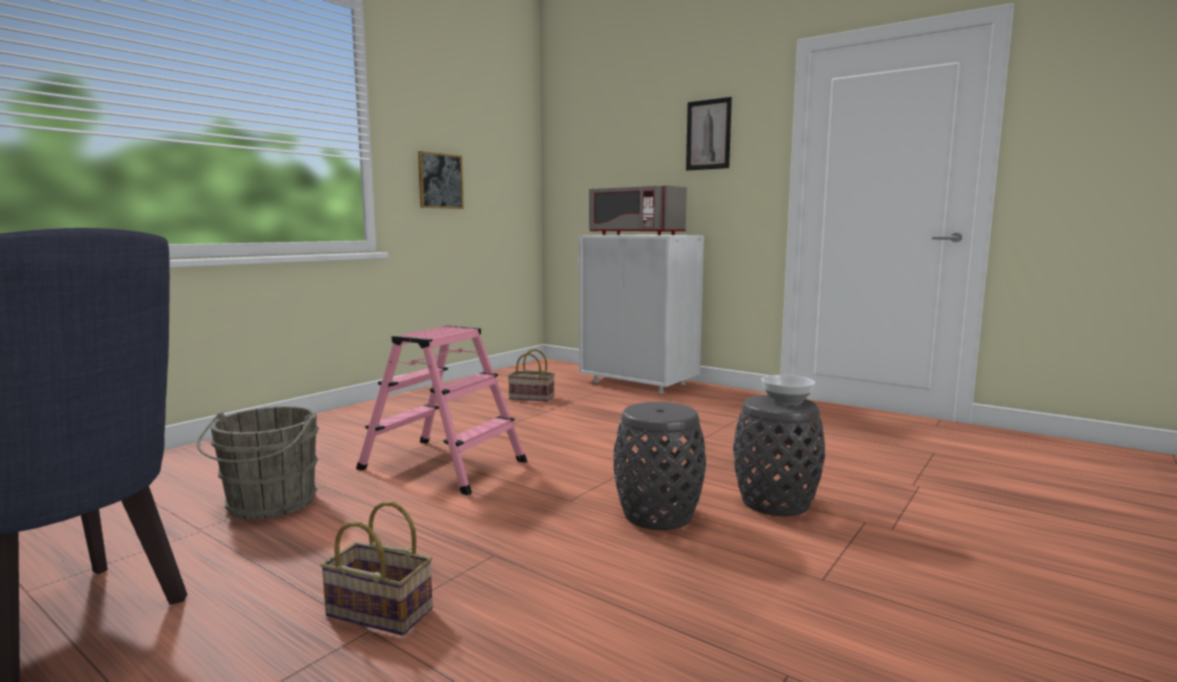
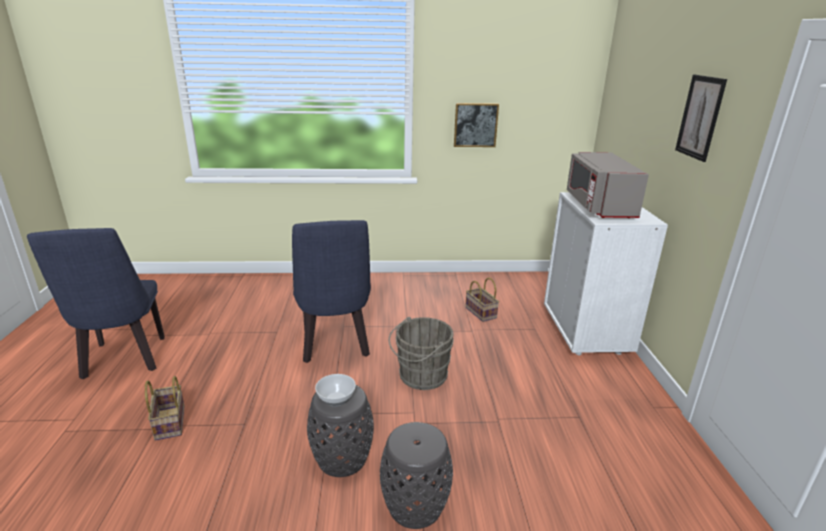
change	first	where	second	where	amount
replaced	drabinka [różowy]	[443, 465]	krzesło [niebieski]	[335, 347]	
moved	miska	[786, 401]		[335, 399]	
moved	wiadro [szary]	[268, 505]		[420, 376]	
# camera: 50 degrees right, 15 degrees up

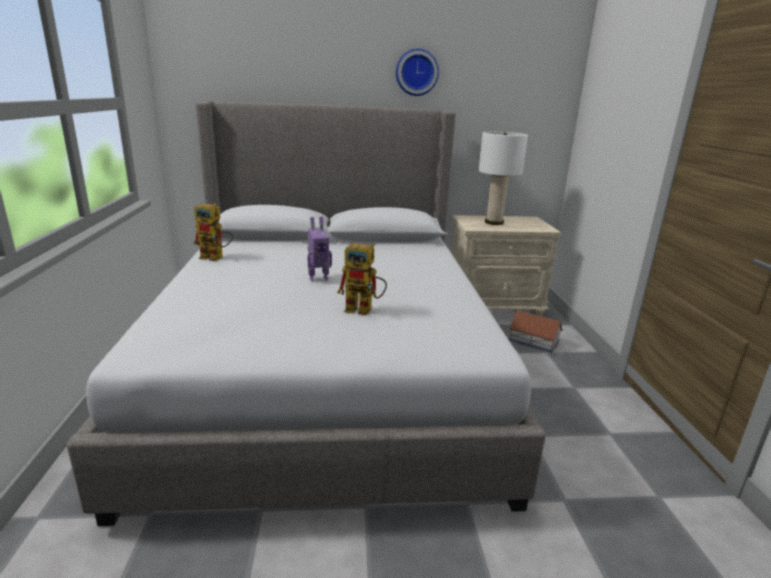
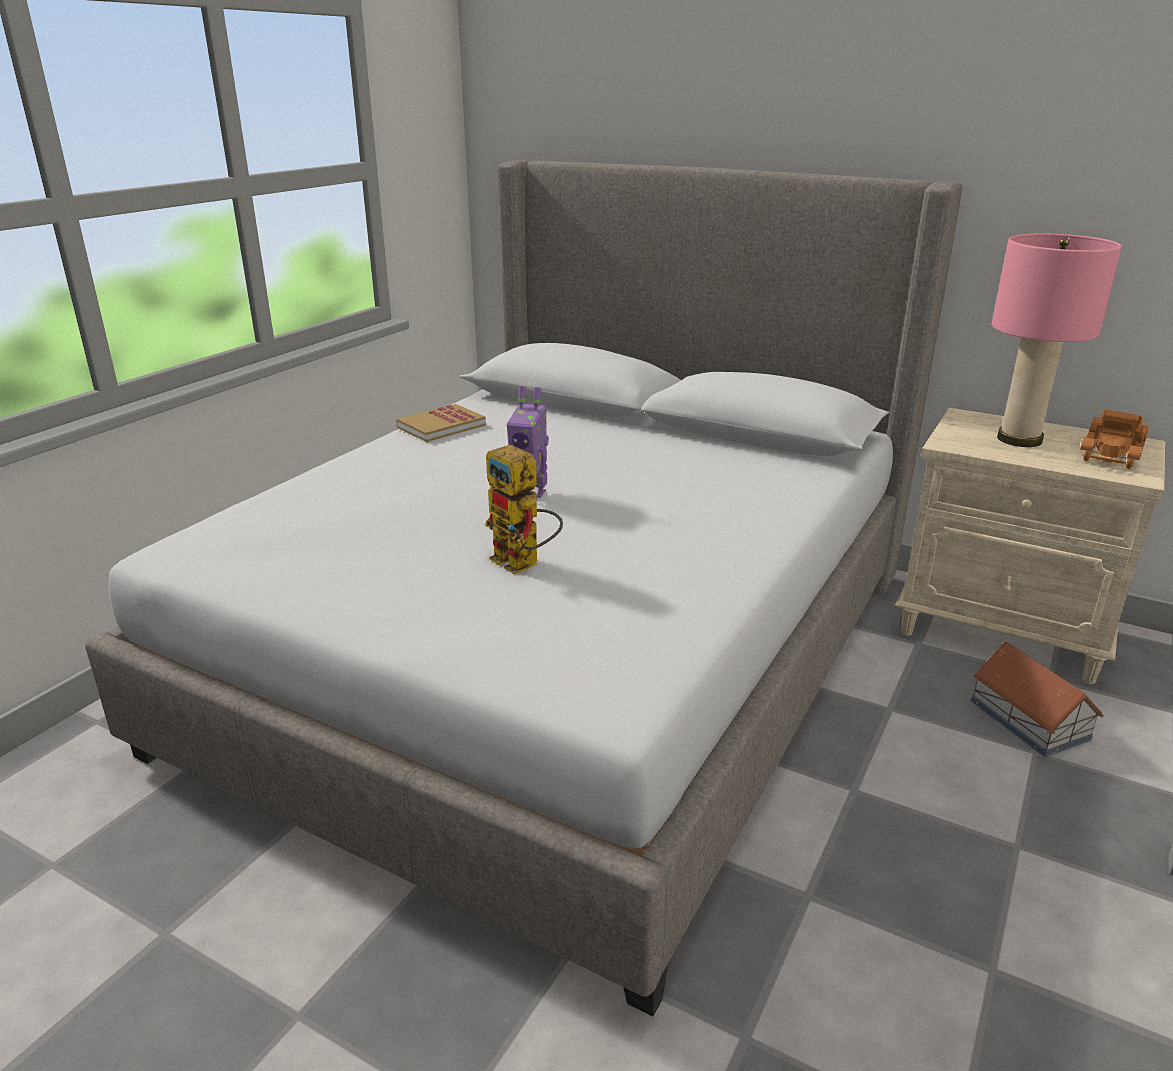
change	first	where	second	where	amount
removed	zegar ścienny	[416, 72]			
recoloured	lampa stołowa [biały]	[493, 222]	lampa stołowa [różowy]	[1018, 439]	
replaced	robot zabawkowy	[216, 257]	książka	[441, 426]	
added			ciężarówka zabawkowa	[1113, 451]	
# camera: 35 degrees right, 5 degrees up

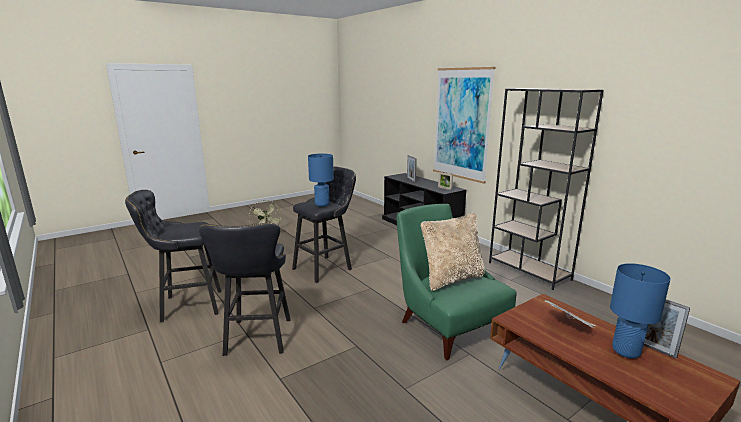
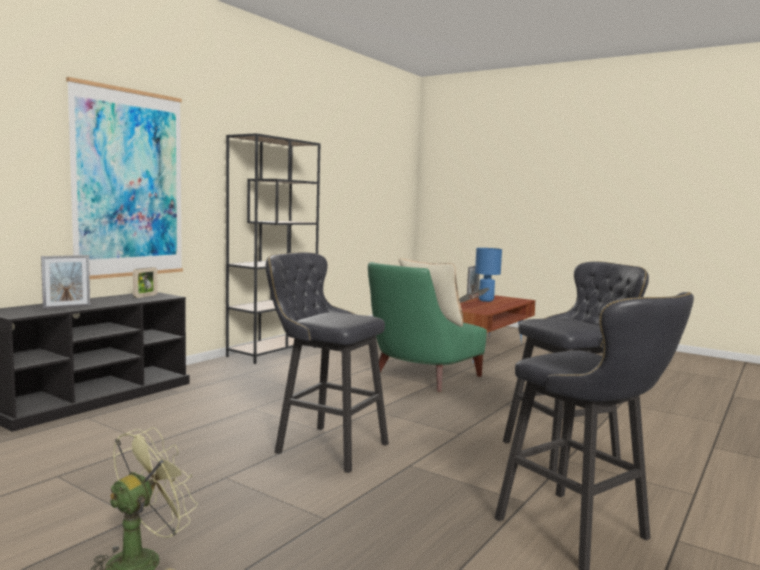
change	first	where	second	where	amount
removed	lampa stołowa [niebieski]	[322, 205]			
# camera: 110 degrees left, 10 degrees down

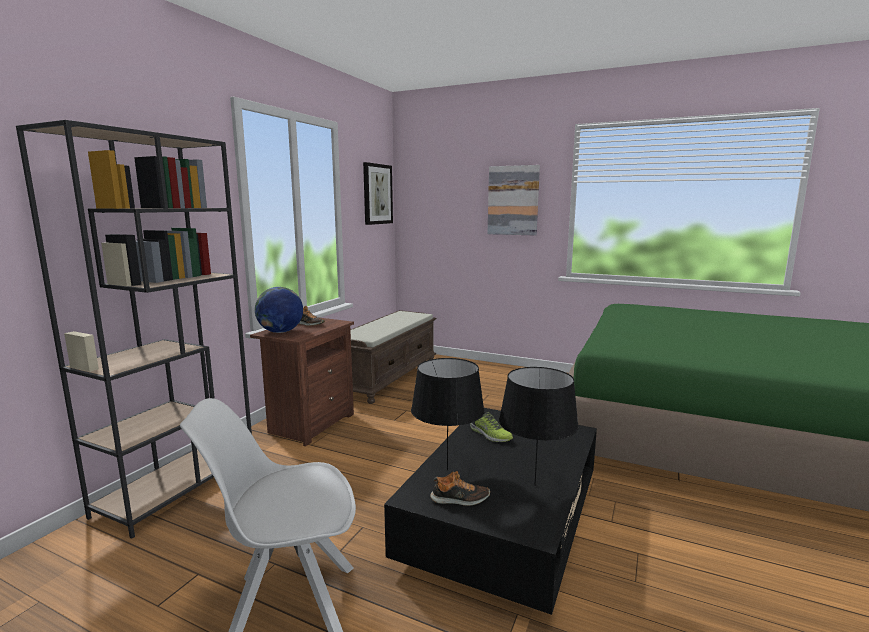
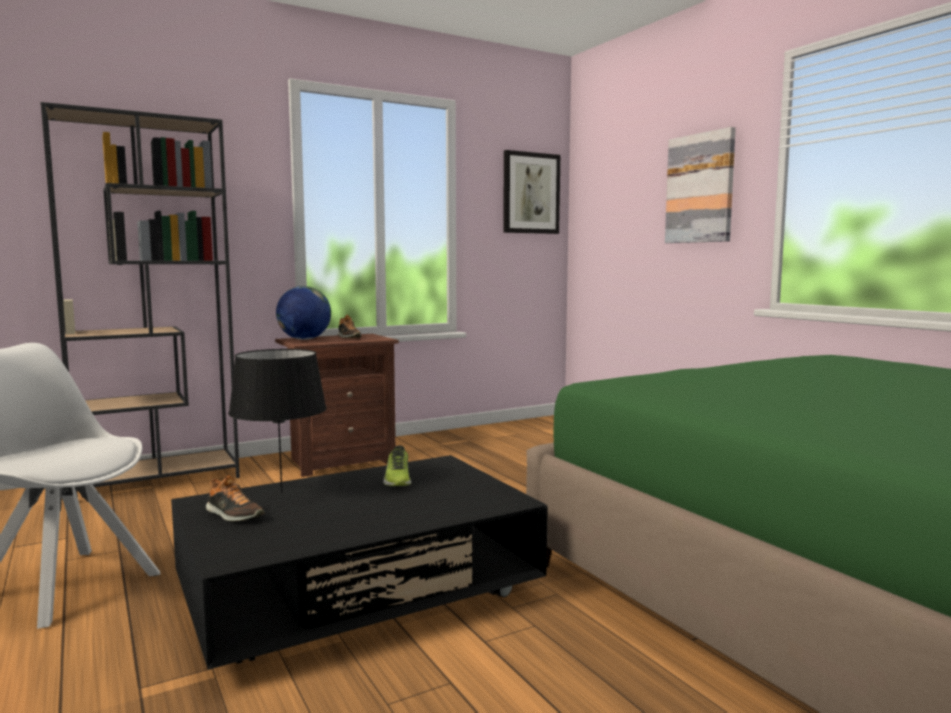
change	first	where	second	where	amount
removed	ławka [brązowy]	[388, 377]			
removed	lampa stołowa [czarny]	[535, 485]			
# camera: 35 degrees right, 5 degrees down

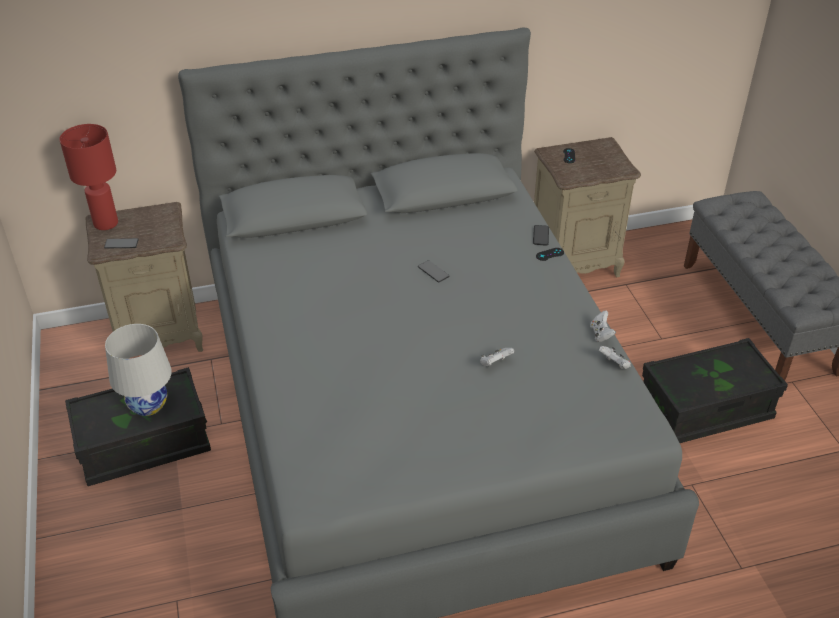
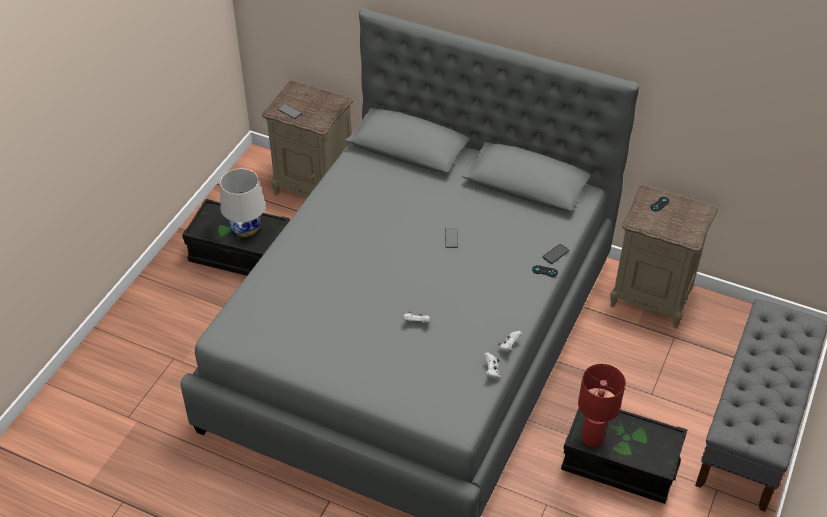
change	first	where	second	where	amount
moved	lampa stołowa [czerwony]	[105, 223]		[592, 437]	
# camera: 40 degrees right, 5 degrees up

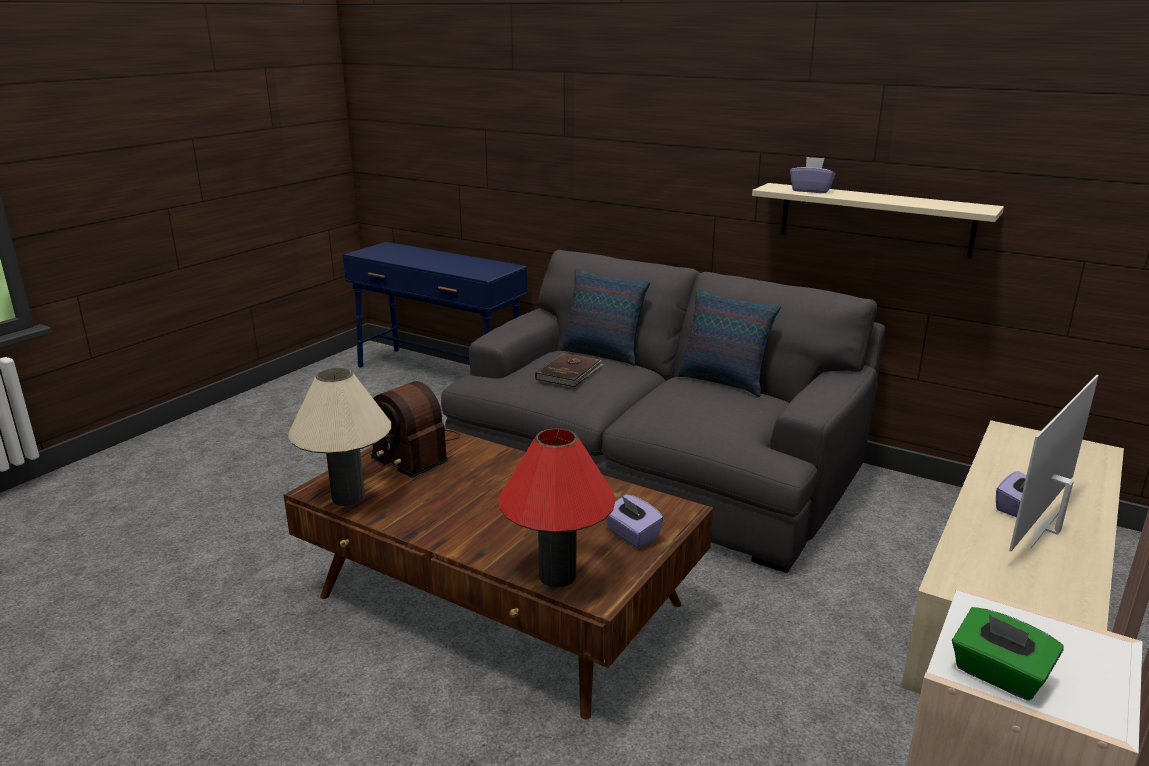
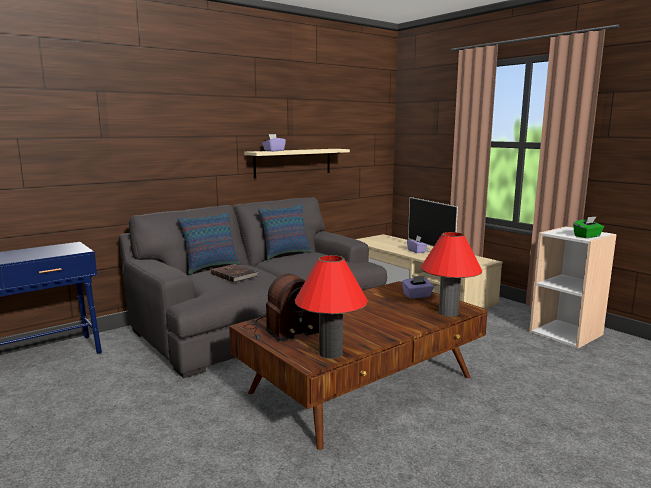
change	first	where	second	where	amount
recoloured	lampa stołowa [beżowy]	[348, 497]	lampa stołowa [czerwony]	[330, 353]	
# camera: 70 degrees left, 10 degrees down

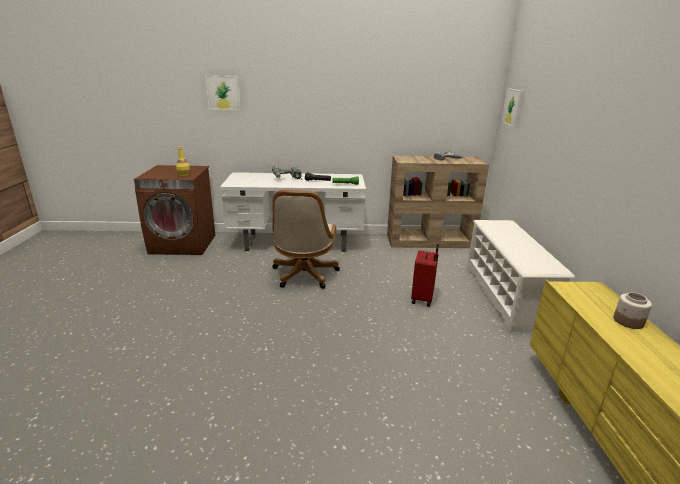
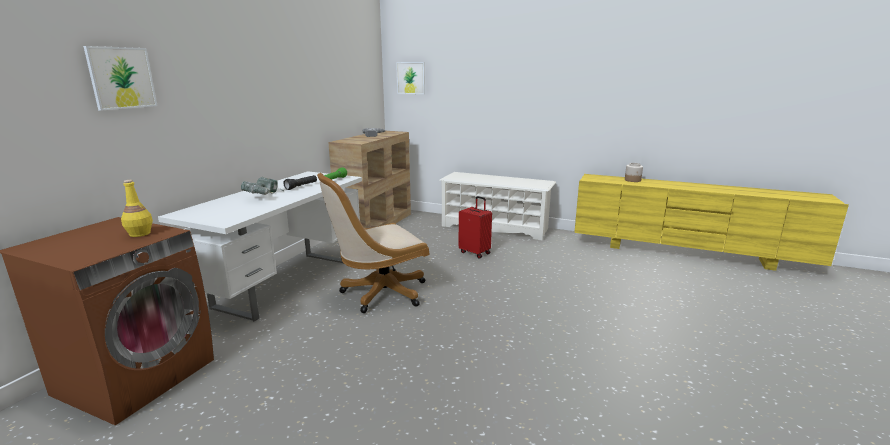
change	first	where	second	where	amount
turned	krzesło biurowe	[304, 276]		[378, 294]	120 degrees clockwise
# camera: 65 degrees left, 5 degrees down

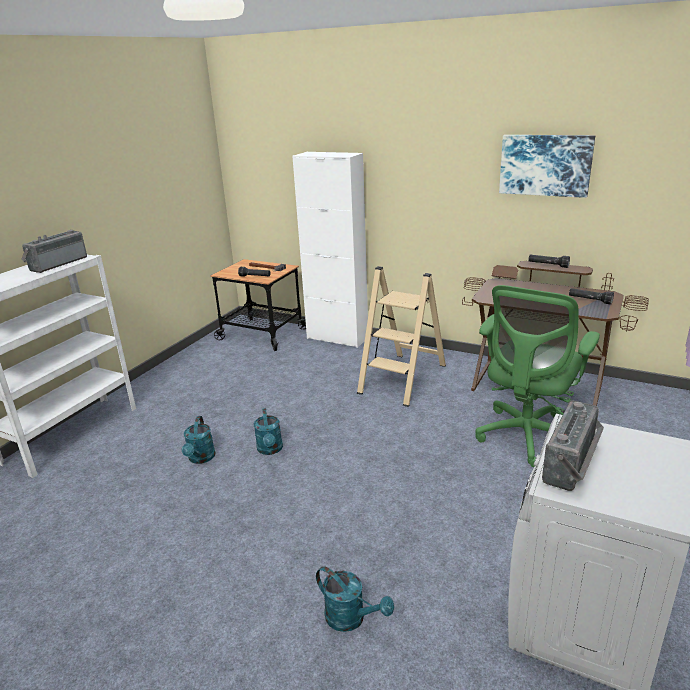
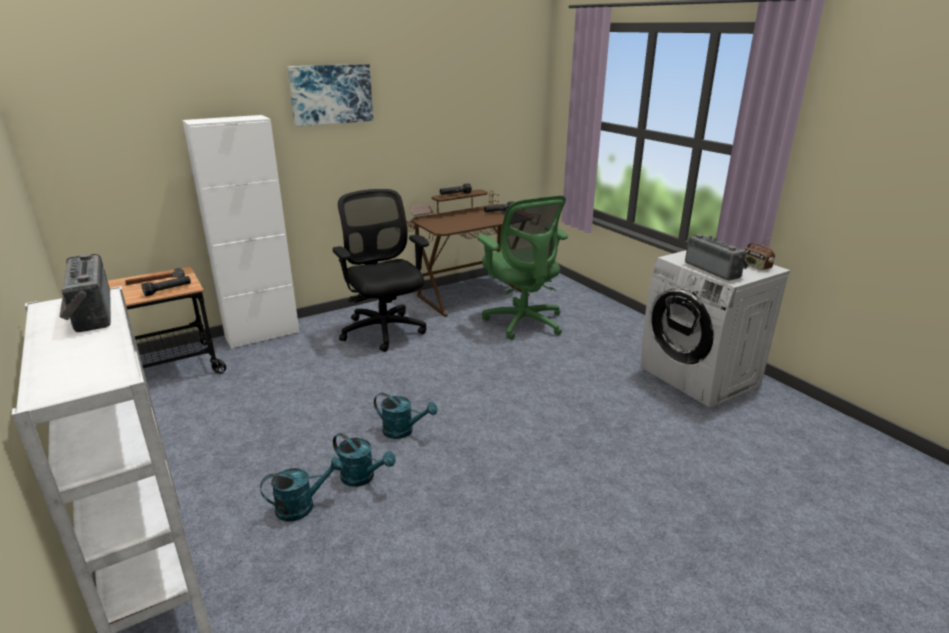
change	first	where	second	where	amount
moved	obraz	[545, 165]		[331, 94]	
replaced	drabinka [beżowy]	[403, 378]	krzesło biurowe [czarny]	[386, 333]	
moved	konewka [turkusowy]	[351, 619]		[302, 506]	
added			radio	[756, 266]	
# camera: 60 degrees left, 0 degrees up

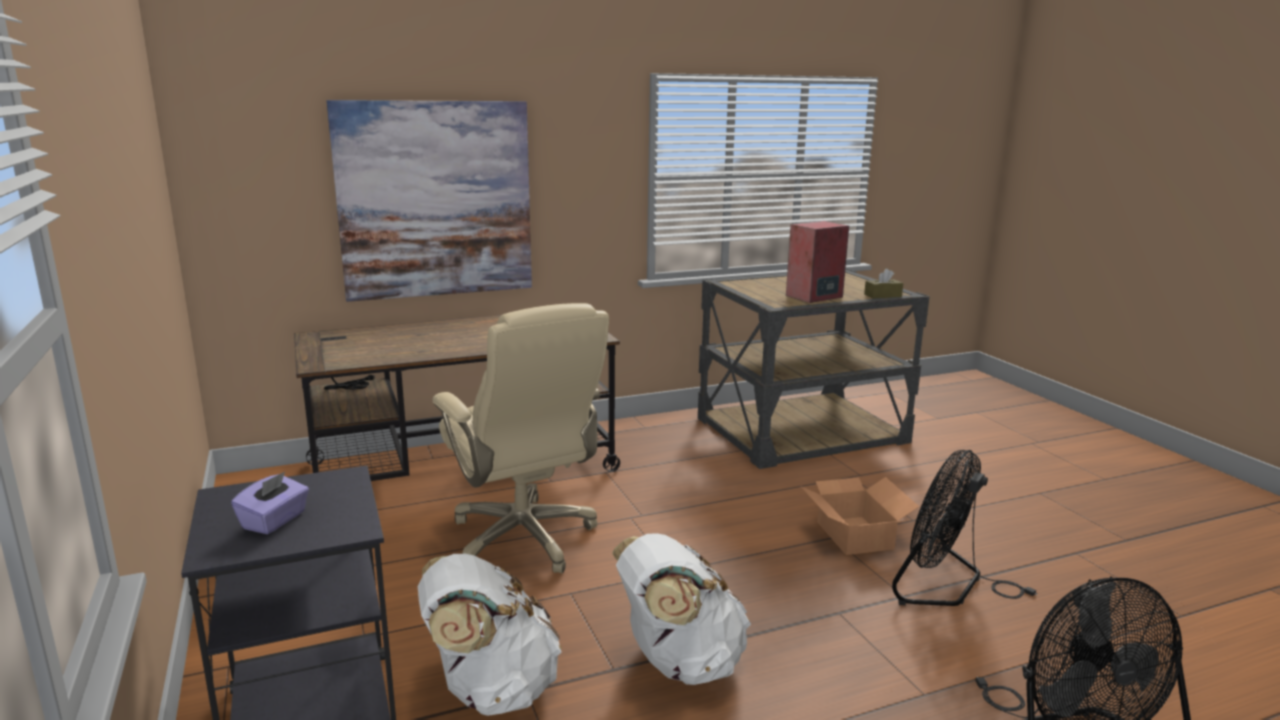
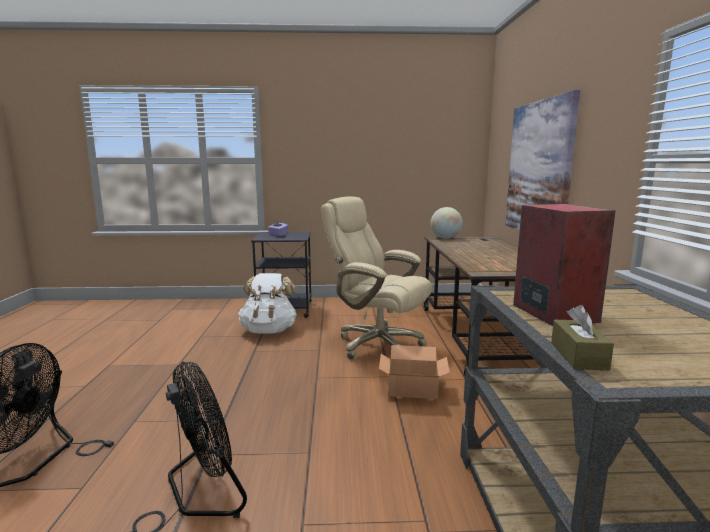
change	first	where	second	where	amount
turned	krzesło biurowe [beżowy]	[523, 541]		[377, 345]	45 degrees clockwise
moved	karton	[855, 535]		[413, 388]	
removed	plecak [biały]	[679, 662]			
added			globus	[445, 238]	
# camera: 110 degrees right, 5 degrees down

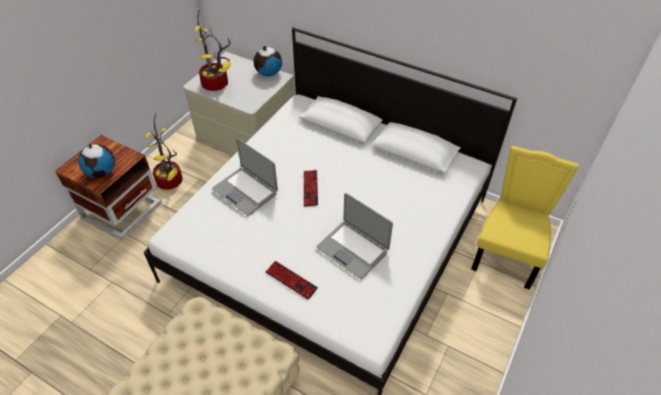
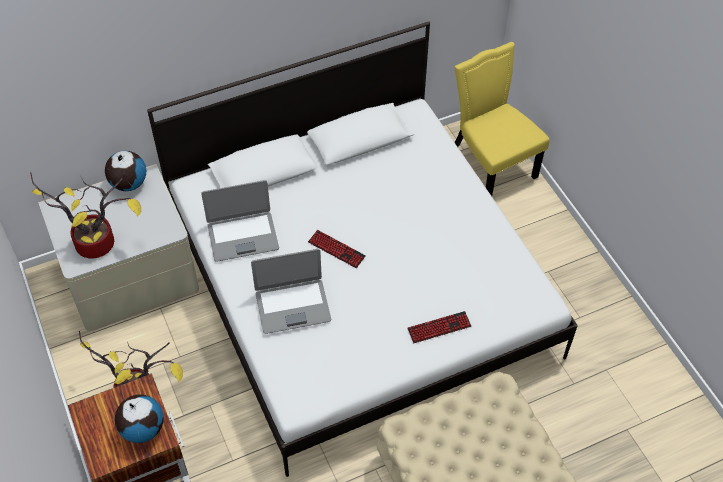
change	first	where	second	where	amount
moved	laptop	[353, 249]		[242, 236]	
# camera: 55 degrees left, 5 degrees up

